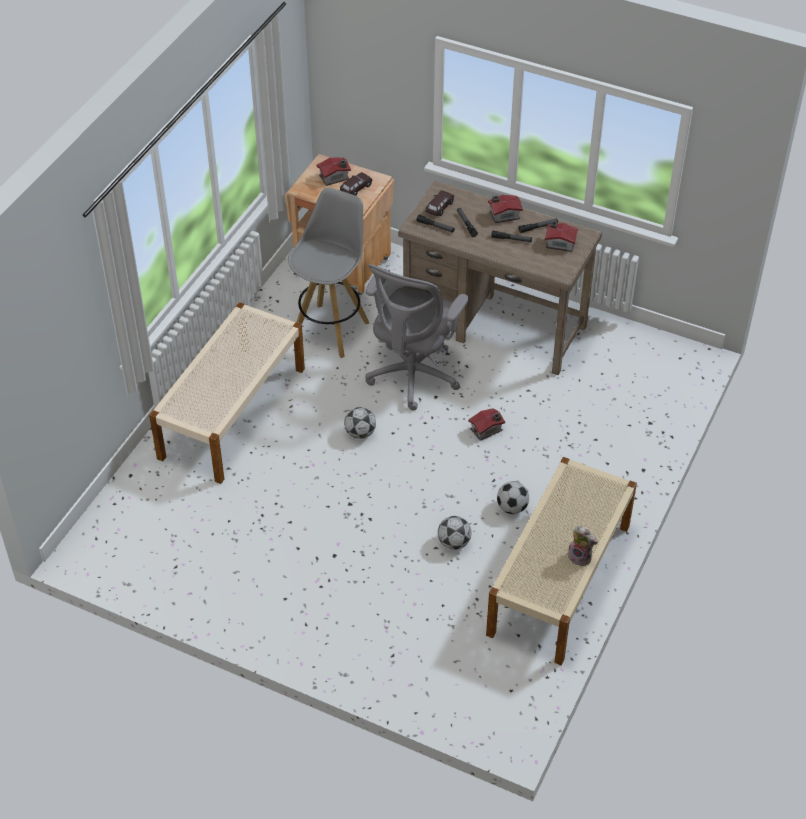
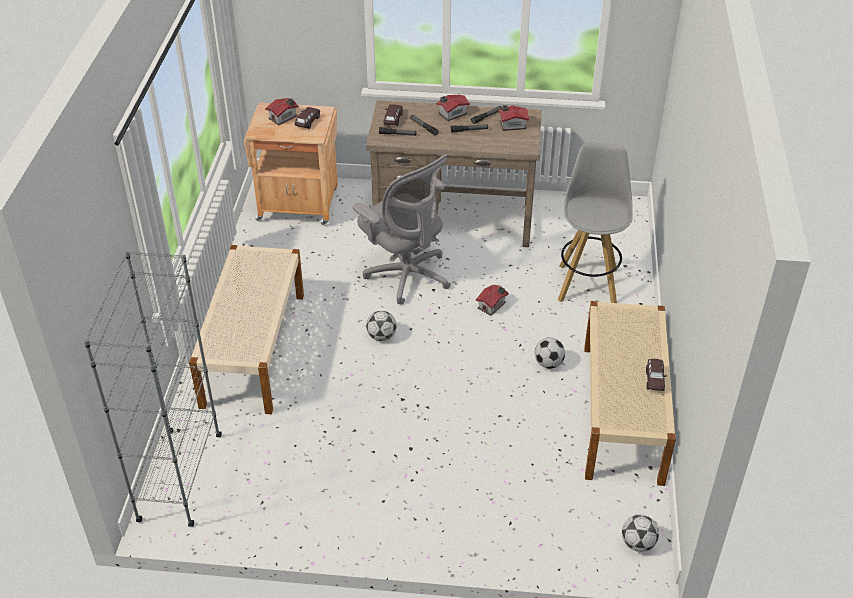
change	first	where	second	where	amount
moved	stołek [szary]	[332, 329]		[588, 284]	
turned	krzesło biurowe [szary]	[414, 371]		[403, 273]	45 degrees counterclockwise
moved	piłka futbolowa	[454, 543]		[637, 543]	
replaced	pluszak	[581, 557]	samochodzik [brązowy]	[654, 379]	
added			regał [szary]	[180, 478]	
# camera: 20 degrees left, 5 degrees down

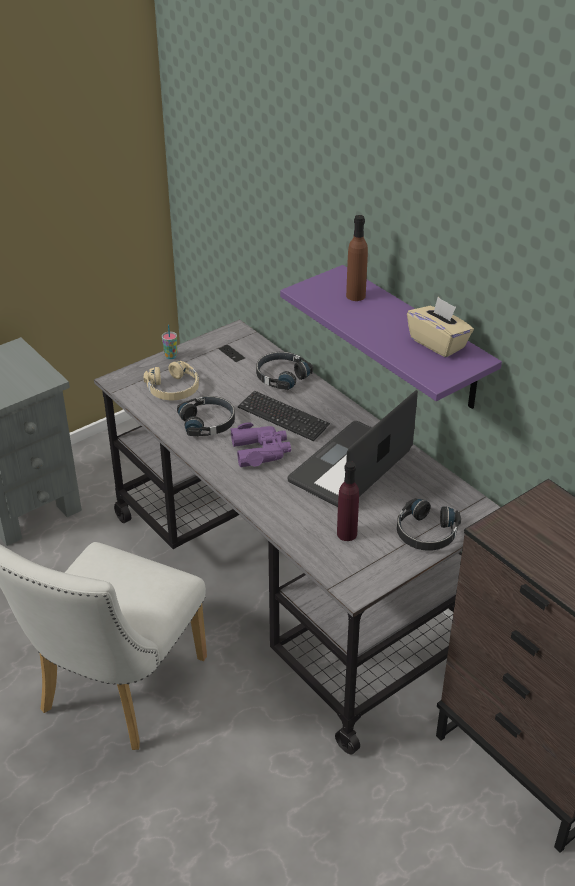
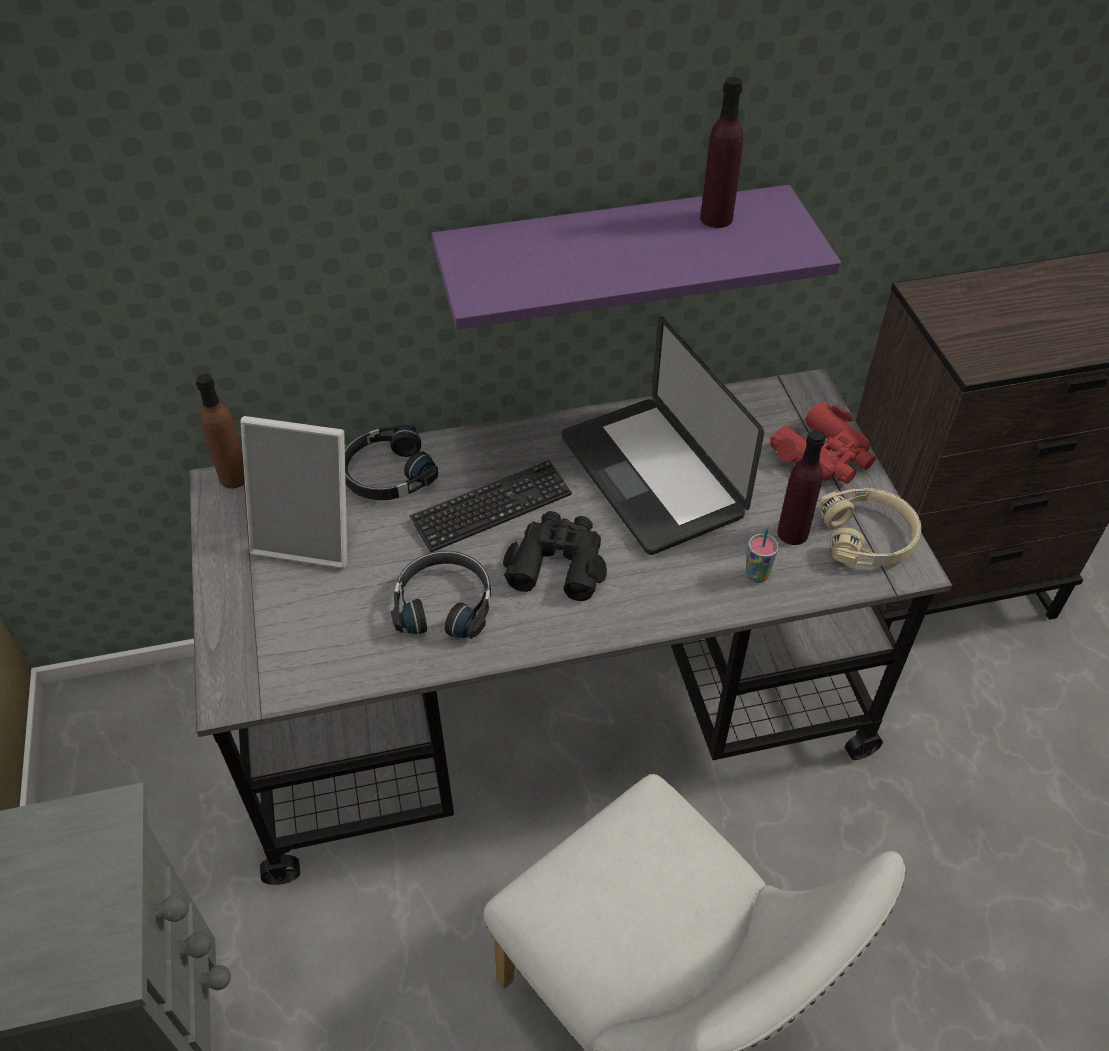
change	first	where	second	where	amount
moved	butelka [brązowy]	[355, 296]		[234, 477]	
replaced	pudełko chusteczek [beżowy]	[438, 343]	butelka [fioletowy]	[716, 218]	
moved	filiżanka	[171, 356]		[757, 575]	
moved	słuchawki [beżowy]	[173, 389]		[868, 537]	
recoloured	lornetka [fioletowy]	[261, 451]	lornetka [czarny]	[558, 562]	
replaced	słuchawki [czarny]	[426, 533]	lornetka [czerwony]	[824, 455]	
added			ramka na zdjęcie	[310, 535]	
# camera: 65 degrees left, 10 degrees up

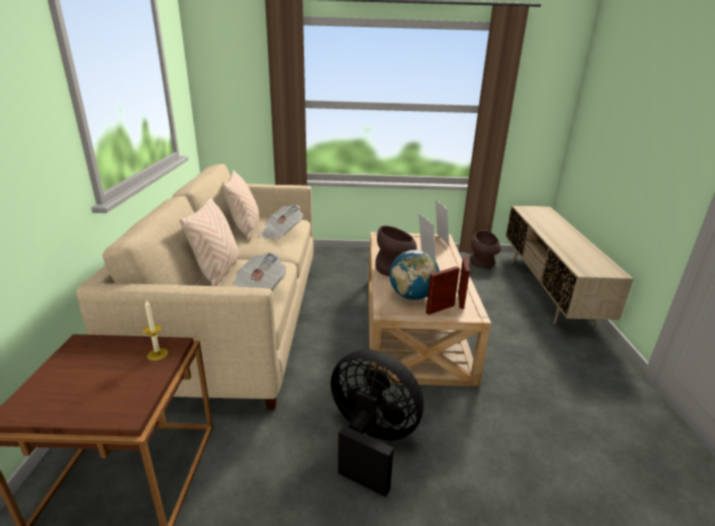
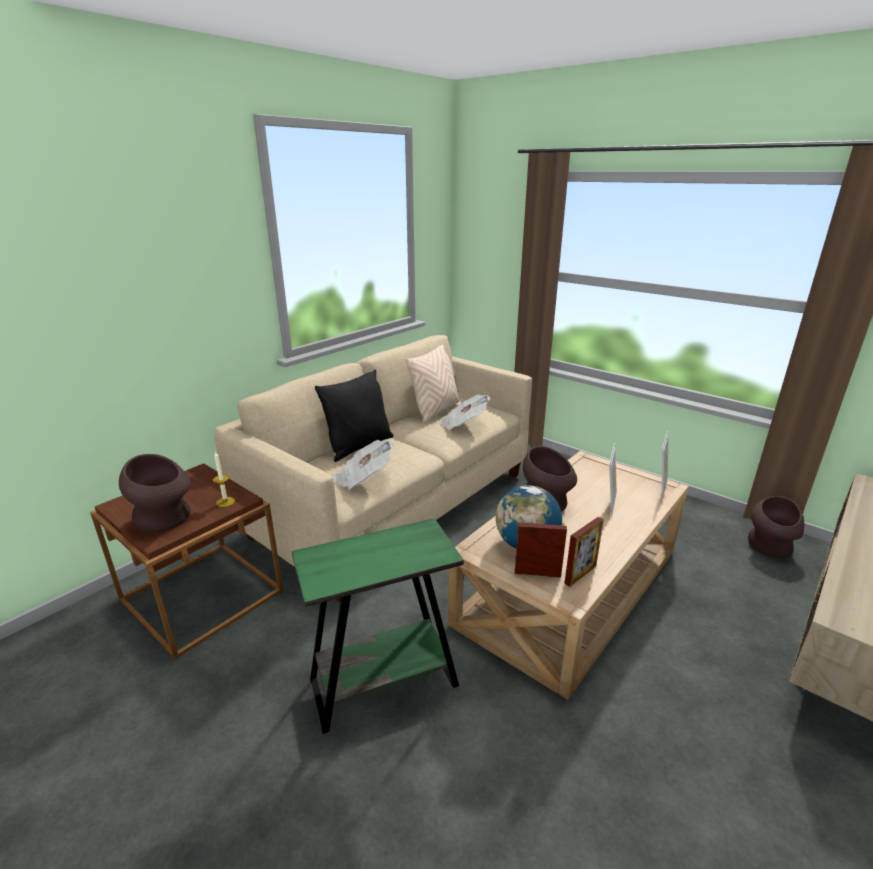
change	first	where	second	where	amount
recoloured	poduszka [beżowy]	[218, 272]	poduszka [czarny]	[359, 446]	
replaced	wentylator [czarny]	[370, 442]	stolik [zielony]	[384, 683]	
added			wazon [brązowy]	[166, 521]	
# camera: 40 degrees right, 0 degrees up

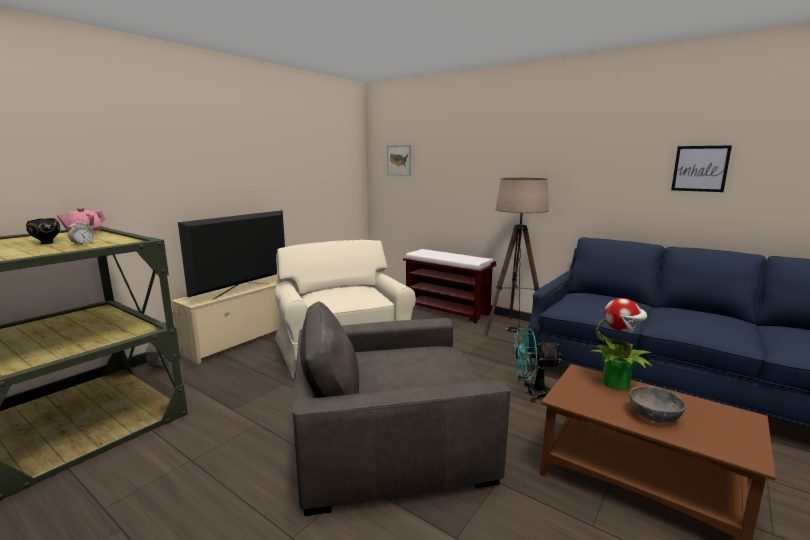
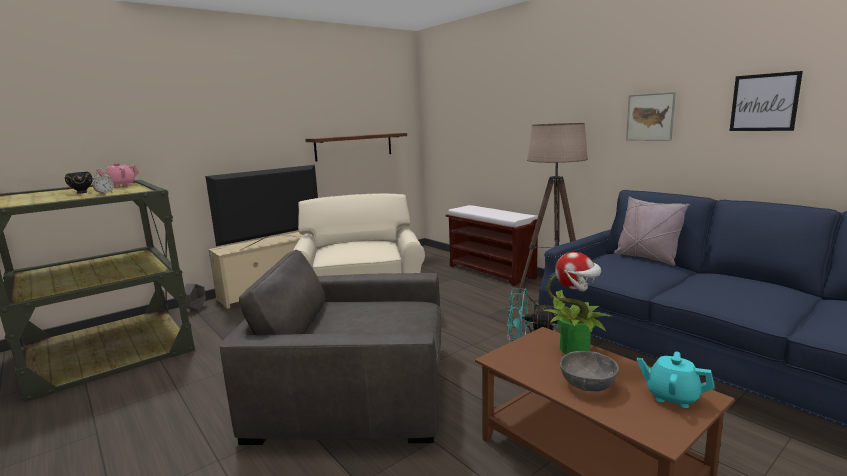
change	first	where	second	where	amount
moved	obraz	[399, 160]		[650, 117]	
added			półka [brązowy]	[354, 146]	
added			poduszka [fioletowy]	[646, 258]	
added			imbryk [turkusowy]	[671, 396]	
# camera: 15 degrees right, 0 degrees up

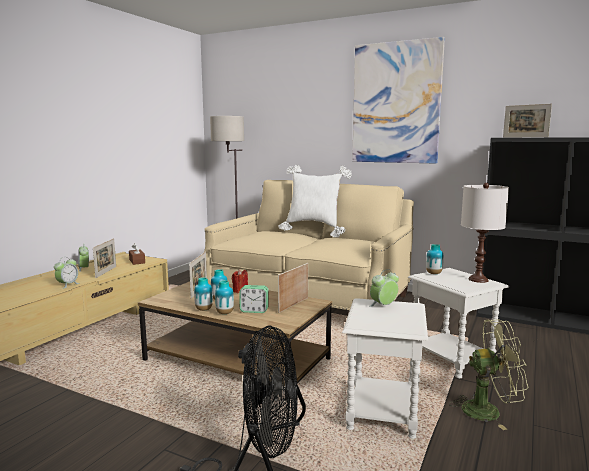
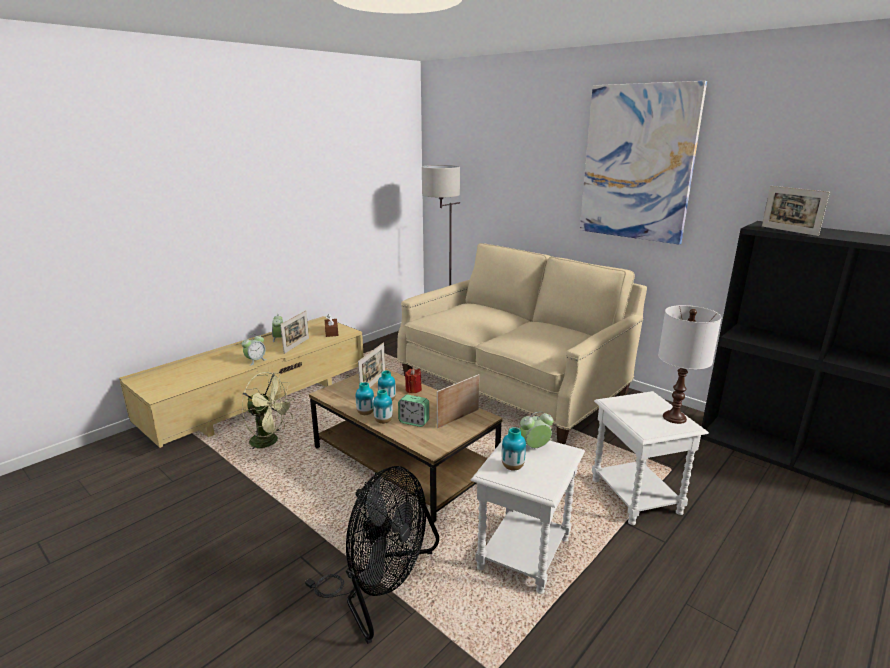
change	first	where	second	where	amount
removed	poduszka [biały]	[314, 233]			
moved	wazon	[433, 273]		[512, 467]	
moved	wentylator [zielony]	[488, 410]		[270, 442]	
# camera: 15 degrees right, 10 degrees up

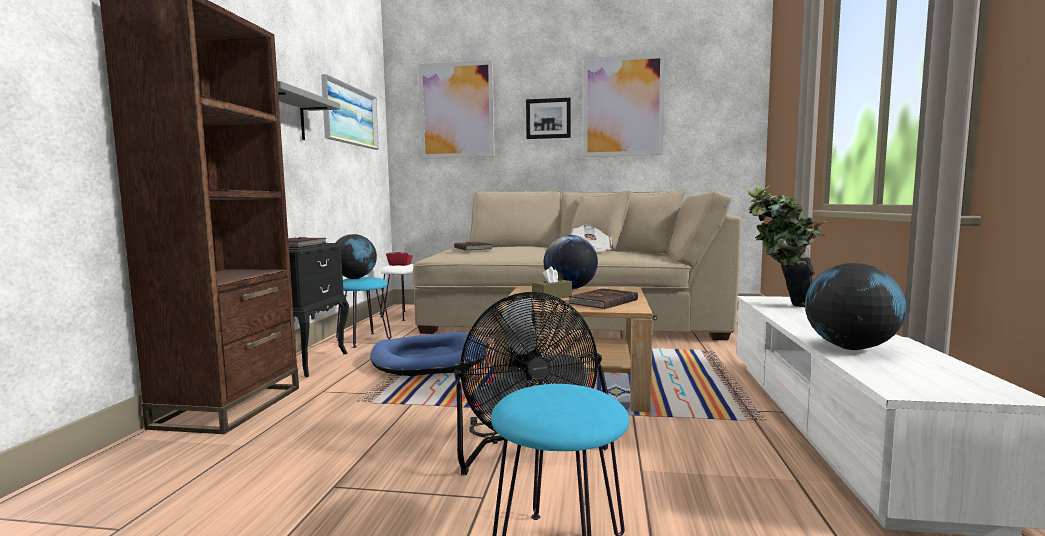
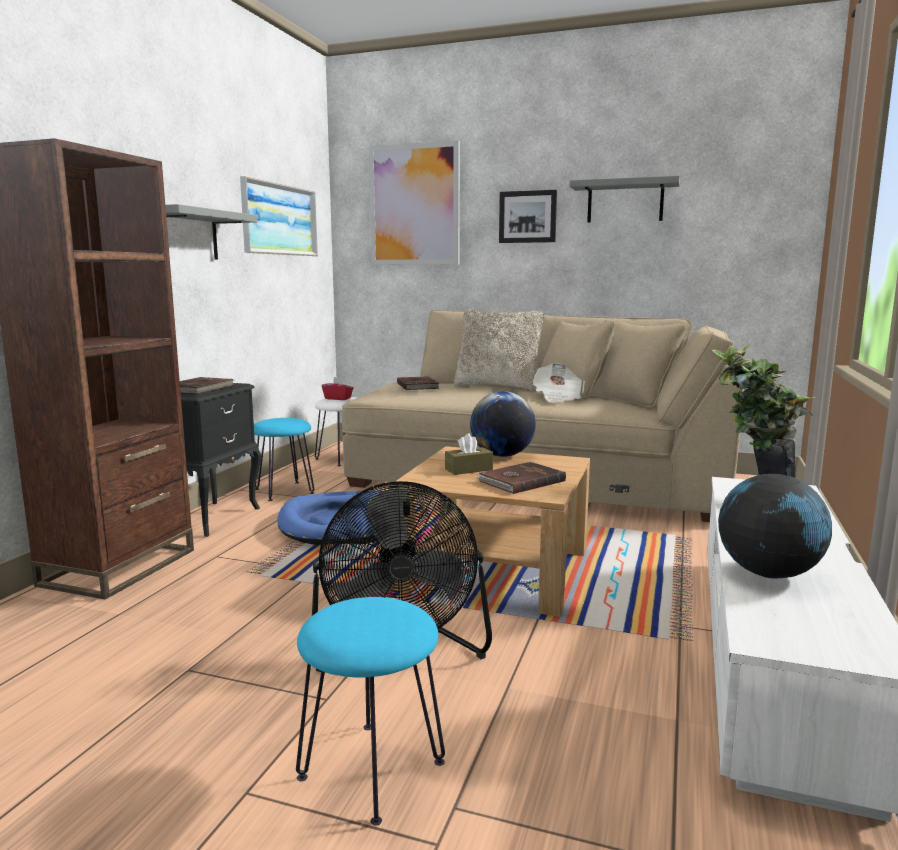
change	first	where	second	where	amount
replaced	obraz	[623, 106]	półka [szary]	[625, 202]	
removed	globus	[355, 278]			
added			poduszka [beżowy]	[498, 385]	
# camera: 10 degrees right, 5 degrees up

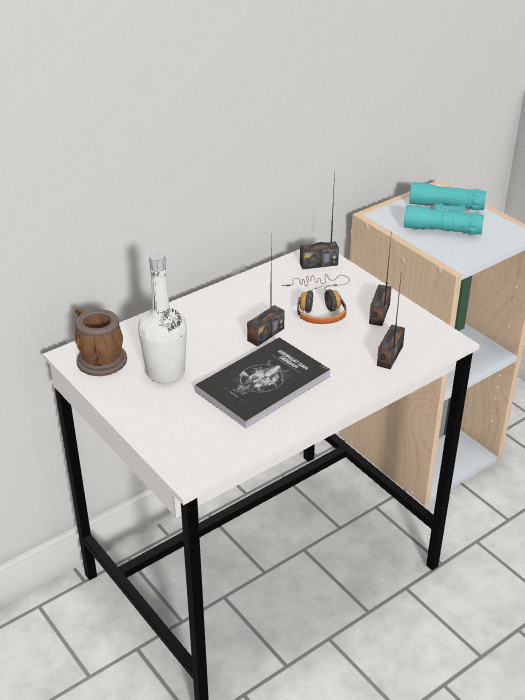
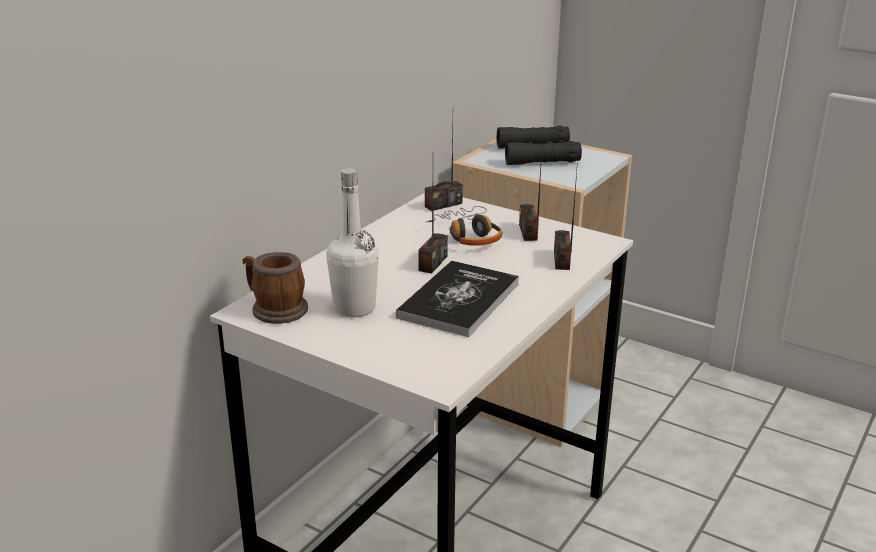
change	first	where	second	where	amount
recoloured	lornetka [turkusowy]	[444, 218]	lornetka [czarny]	[537, 154]	
# camera: 20 degrees left, 10 degrees down

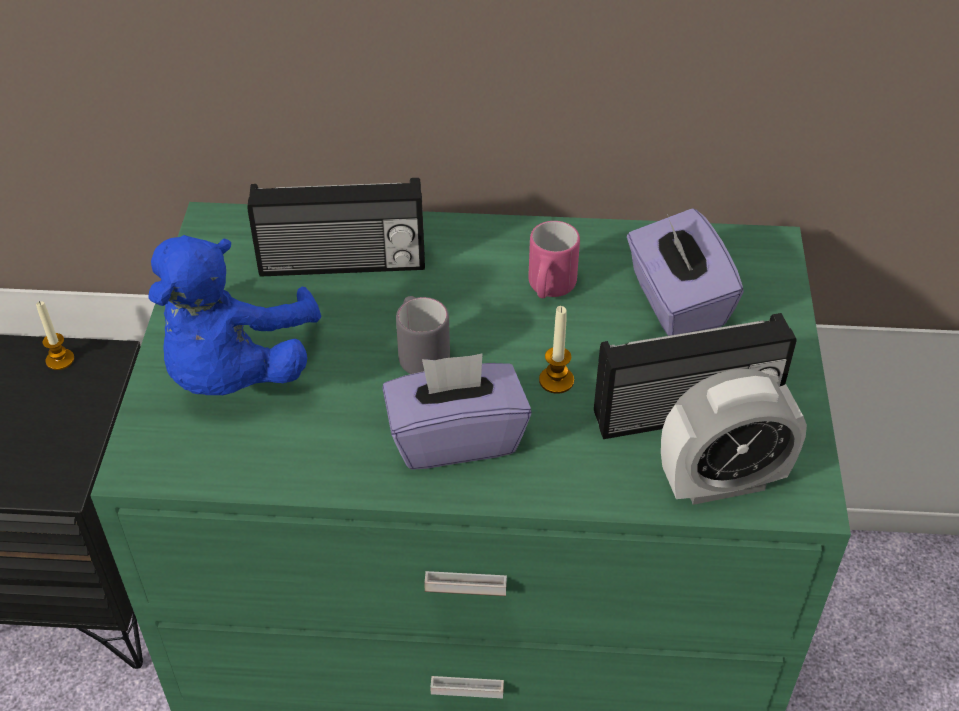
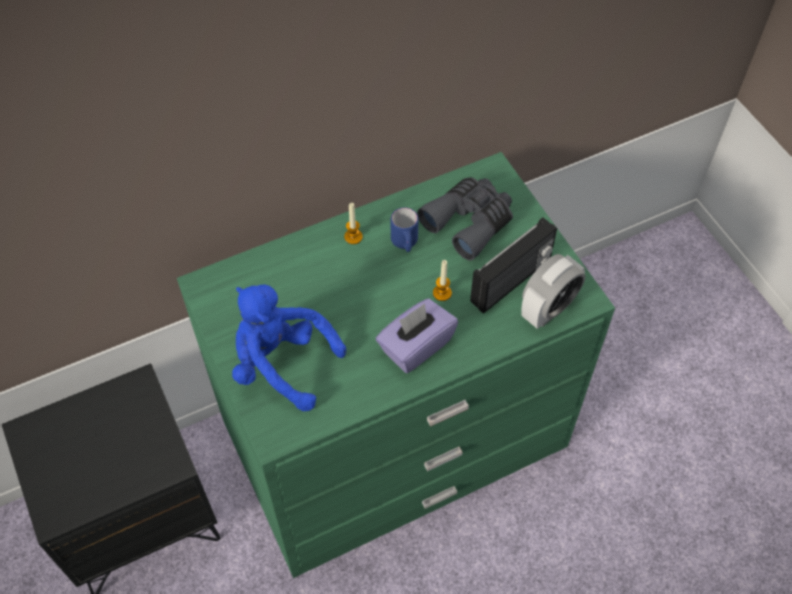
change	first	where	second	where	amount
removed	radio	[342, 264]			
replaced	pudełko chusteczek [fioletowy]	[676, 301]	lornetka [szary]	[469, 222]	
recoloured	kubek [różowy]	[549, 289]	kubek [niebieski]	[405, 243]	
turned	pluszak [niebieski]	[235, 370]		[281, 364]	135 degrees clockwise
removed	kubek [szary]	[420, 354]			
moved	świeca	[60, 360]		[353, 237]	
# camera: 30 degrees left, 10 degrees up

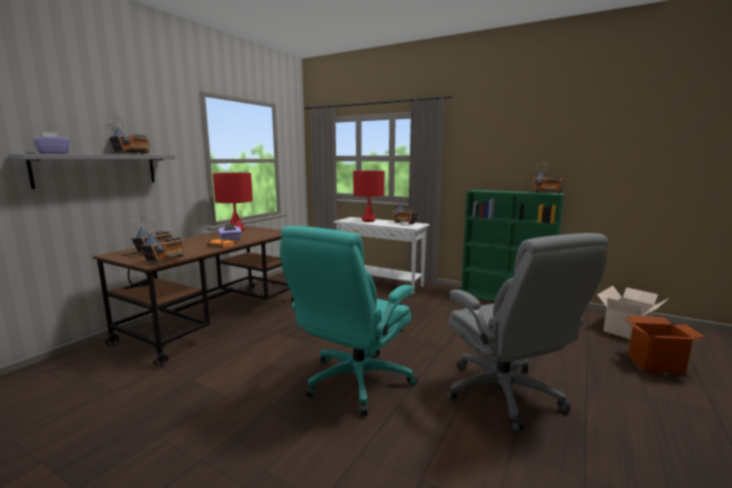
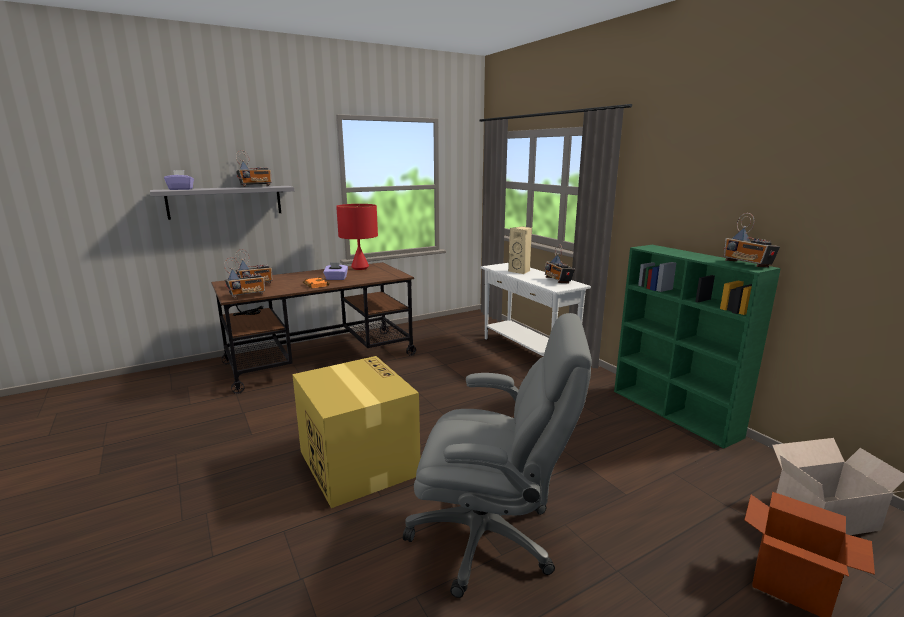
change	first	where	second	where	amount
replaced	lampa stołowa [czerwony]	[368, 221]	głośnik [beżowy]	[520, 271]	
replaced	krzesło biurowe [turkusowy]	[352, 384]	karton	[357, 462]	
turned	krzesło biurowe [szary]	[507, 398]		[493, 539]	90 degrees counterclockwise
# camera: 30 degrees right, 5 degrees up

